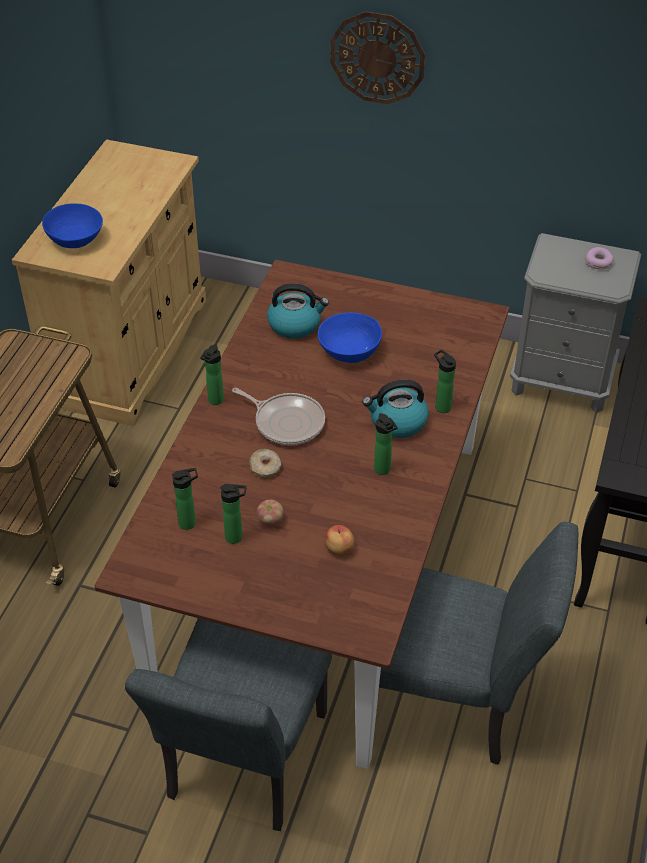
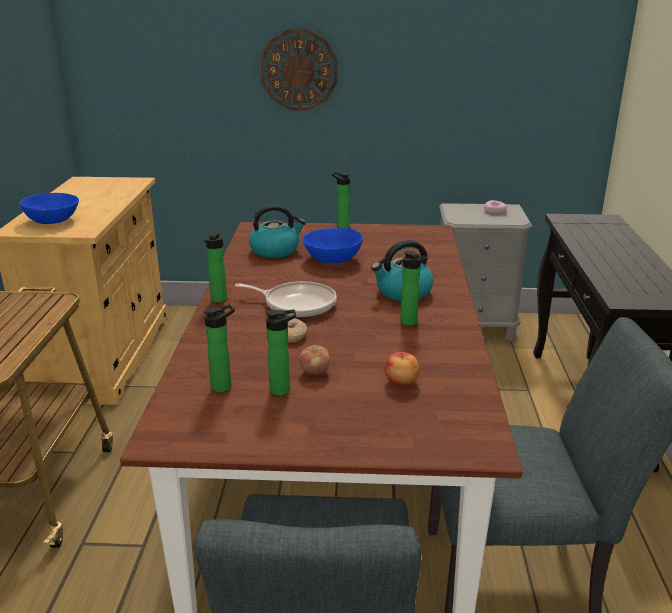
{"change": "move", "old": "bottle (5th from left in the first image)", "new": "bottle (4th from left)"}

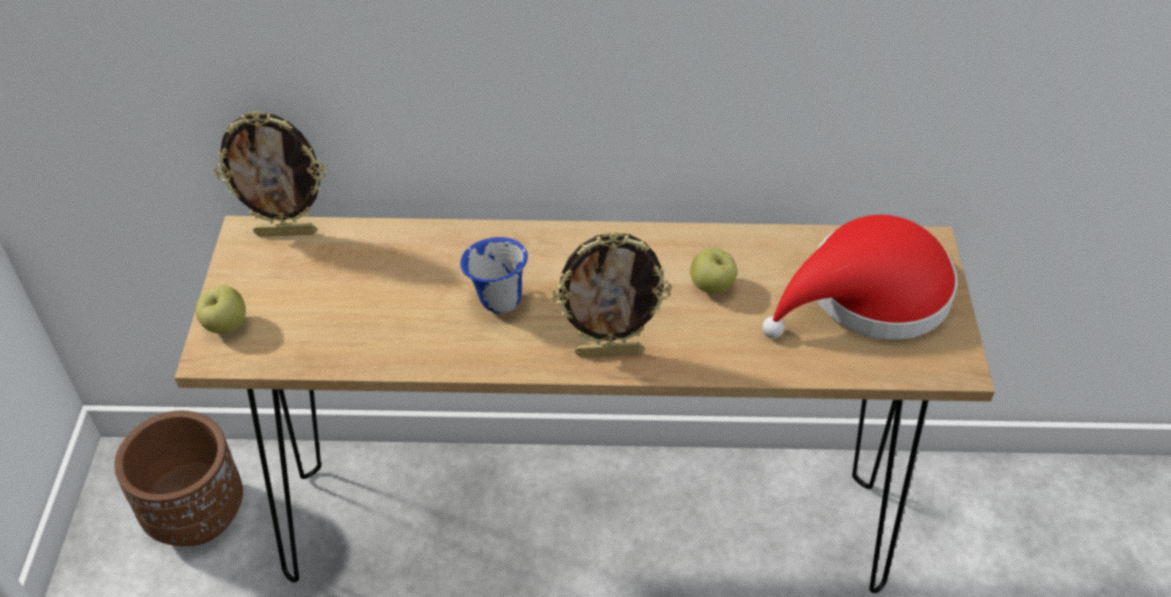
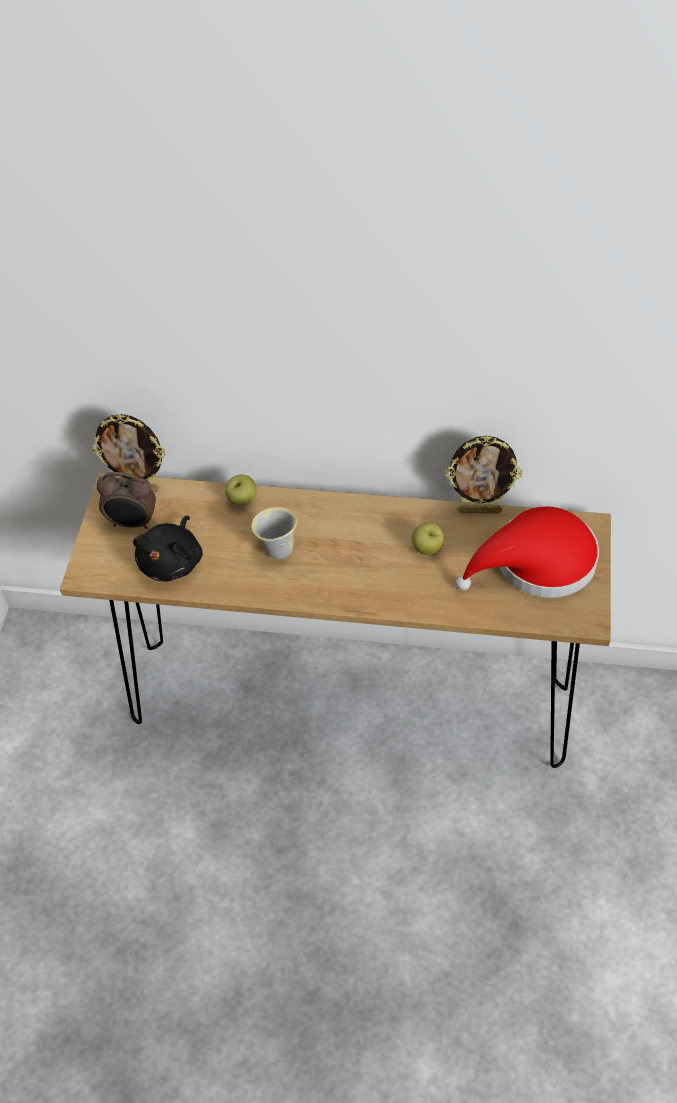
{"change": "move", "old": "picture frame (2nd from left)"}
{"change": "recolor", "old": "blue mug", "new": "beige mug"}
{"change": "move", "old": "apple (1st from left)"}
{"change": "delete", "old": "brown planter"}
{"change": "insert", "new": "alarm clock"}
{"change": "insert", "new": "black plush toy"}

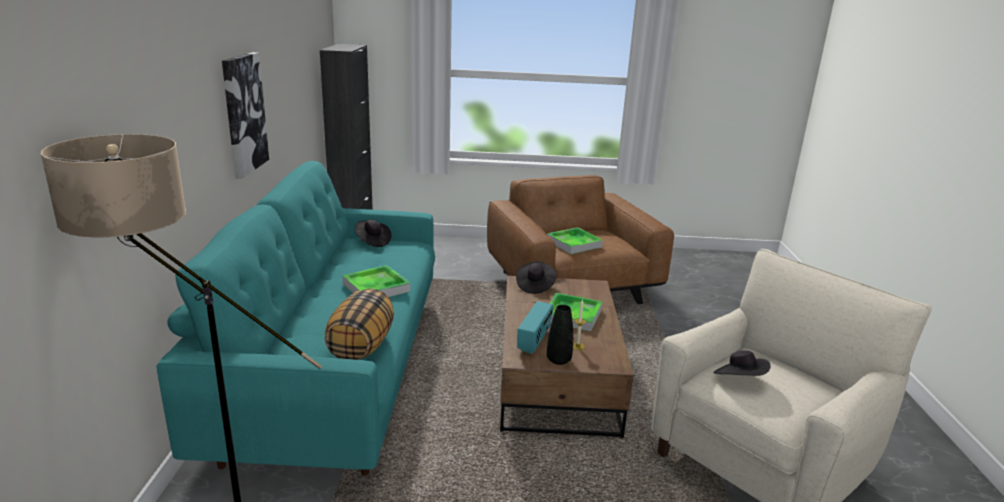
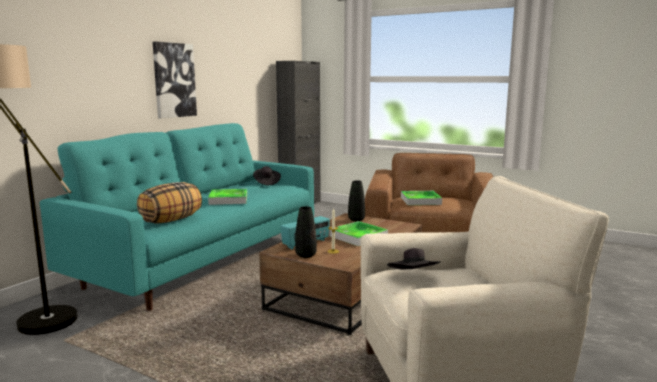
{"change": "replace", "old": "black hat (2nd from left)", "new": "black vase (2nd from left)"}

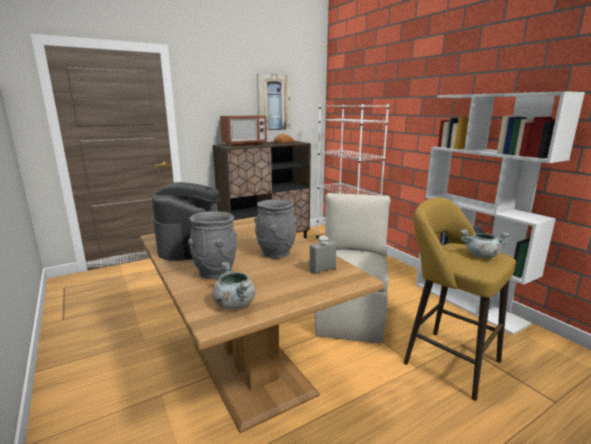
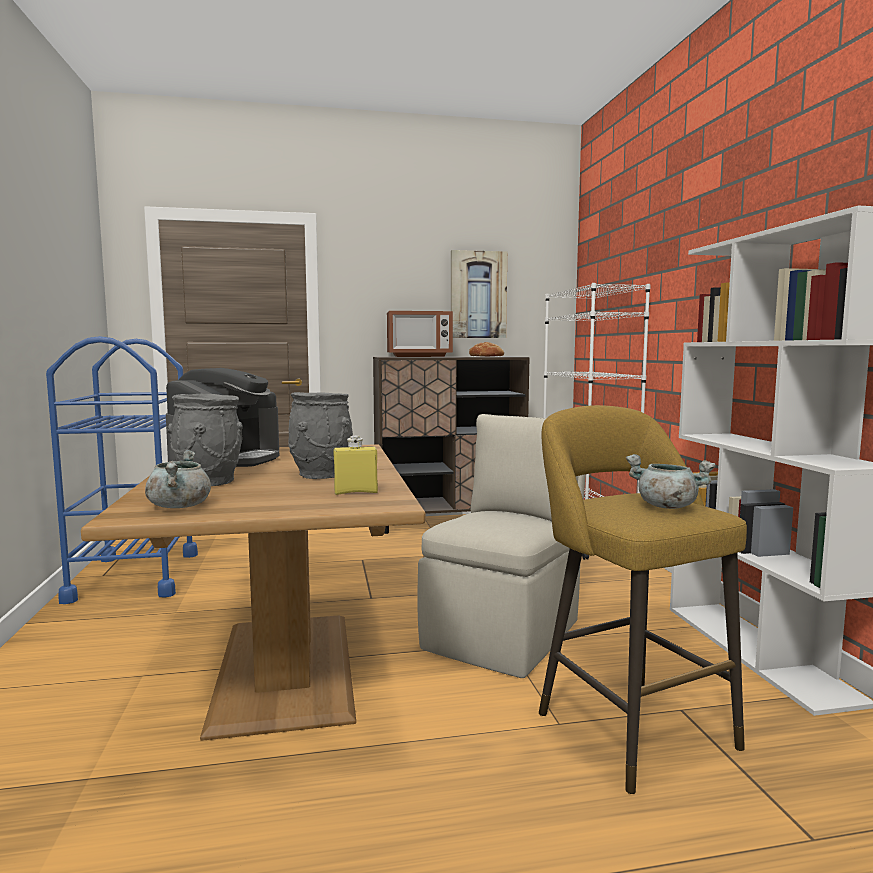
{"change": "recolor", "old": "grey bottle", "new": "yellow bottle"}
{"change": "insert", "new": "blue cart"}

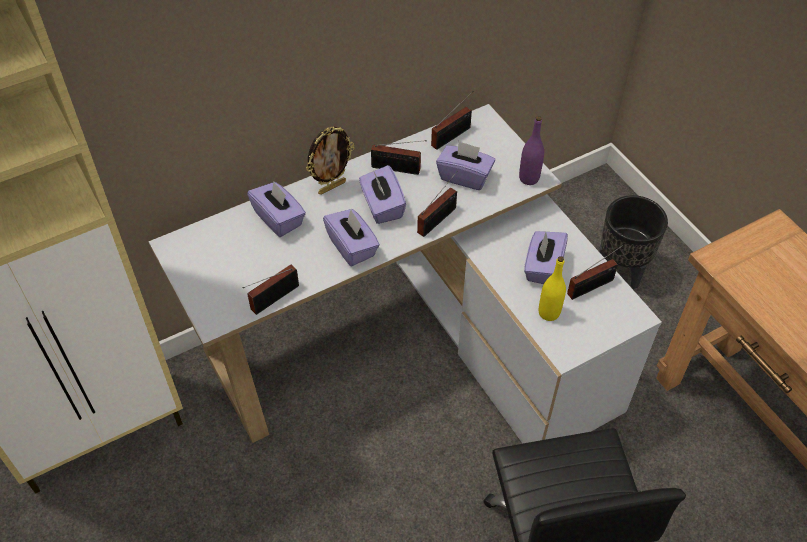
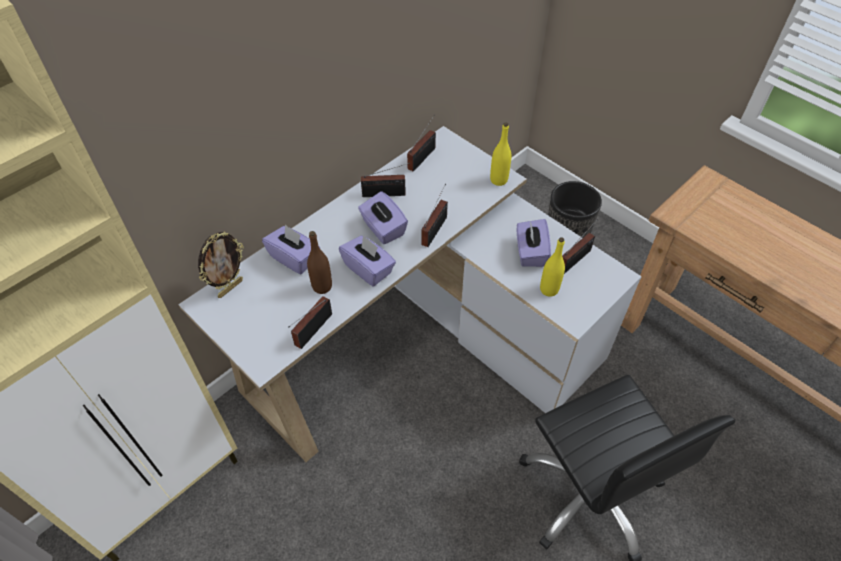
{"change": "recolor", "old": "purple bottle", "new": "yellow bottle (1st from left)"}
{"change": "move", "old": "picture frame"}
{"change": "delete", "old": "purple tissue box (4th from left)"}
{"change": "insert", "new": "brown bottle"}

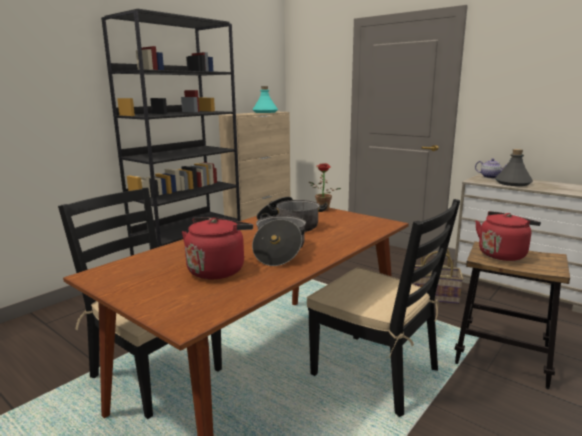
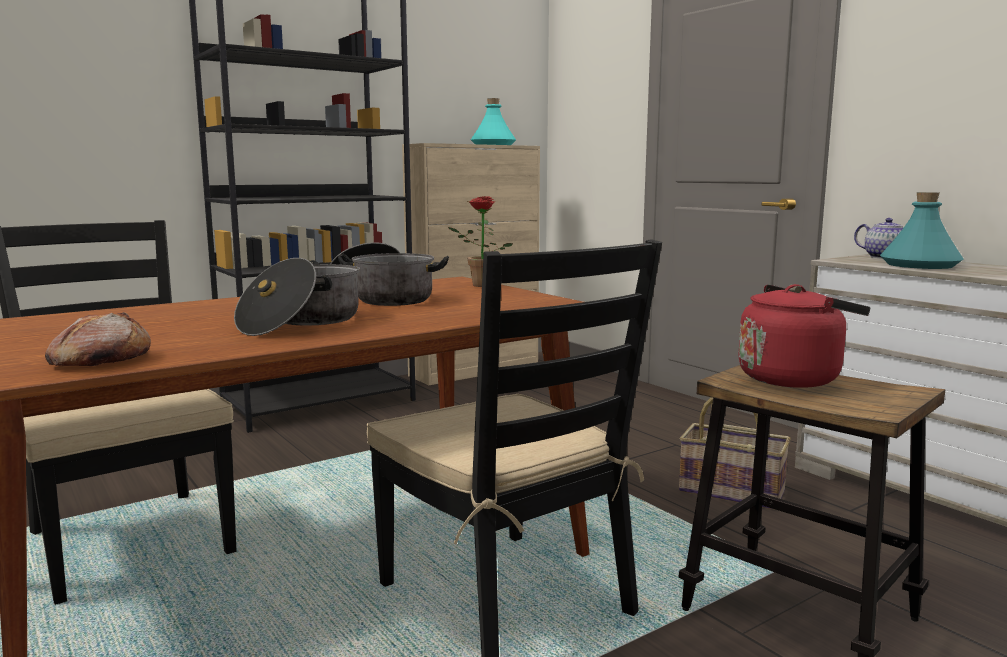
{"change": "recolor", "old": "grey bottle", "new": "turquoise bottle (2nd from left)"}
{"change": "delete", "old": "red kettle (1st from left)"}
{"change": "insert", "new": "bread"}

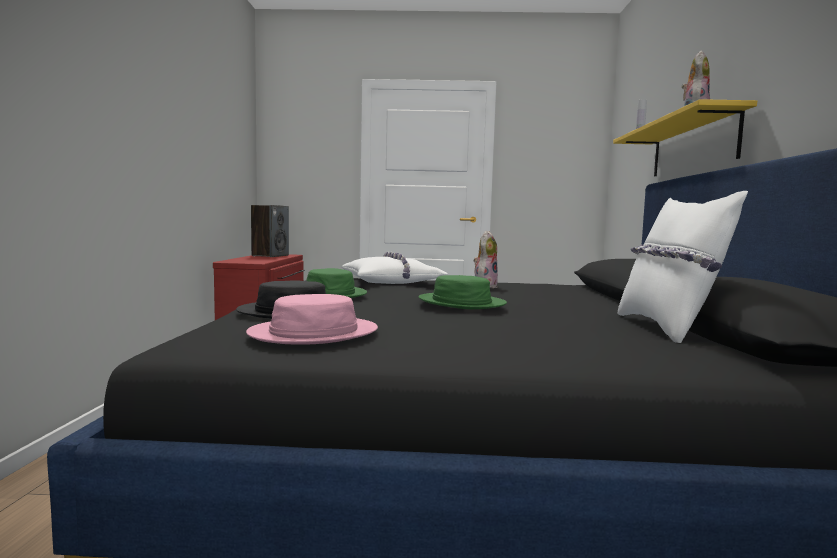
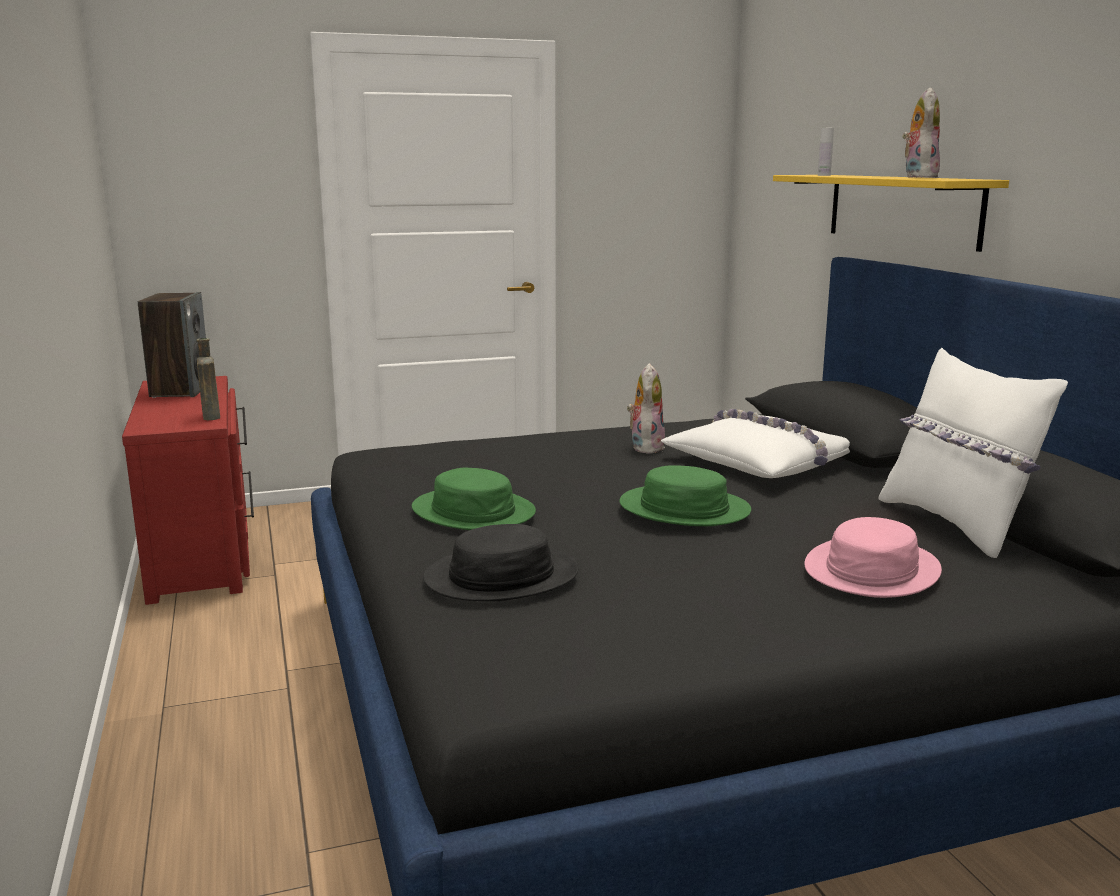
{"change": "move", "old": "white pillow (1st from left)"}
{"change": "move", "old": "pink hat"}
{"change": "insert", "new": "brown bottle"}

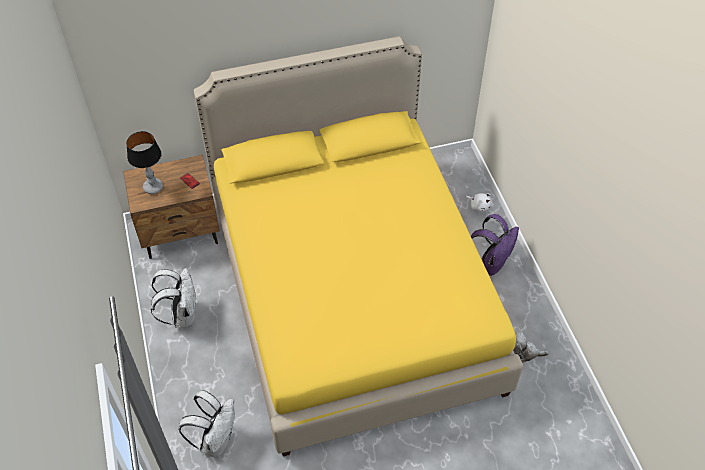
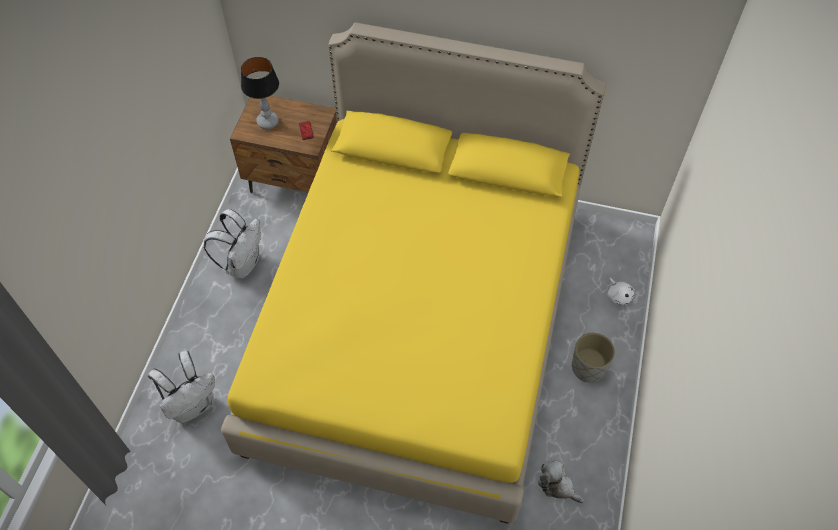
{"change": "replace", "old": "purple backpack", "new": "grey planter"}

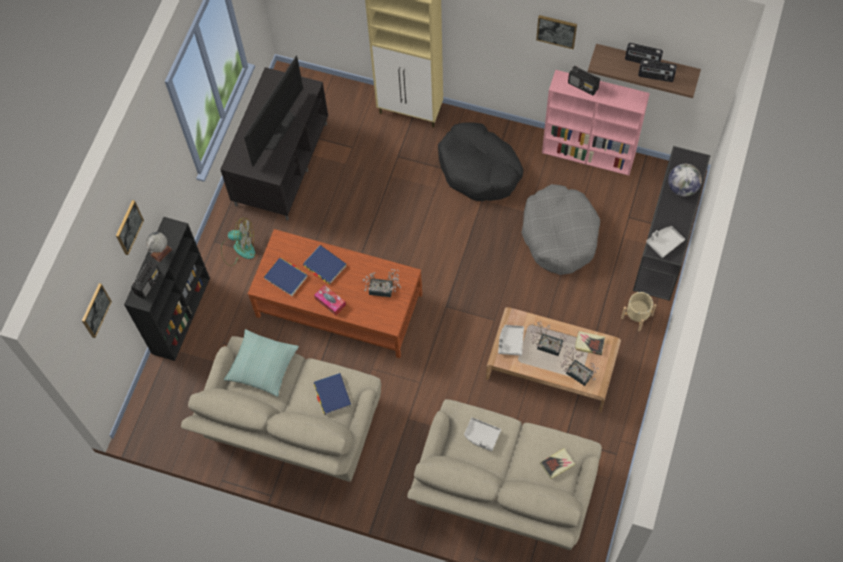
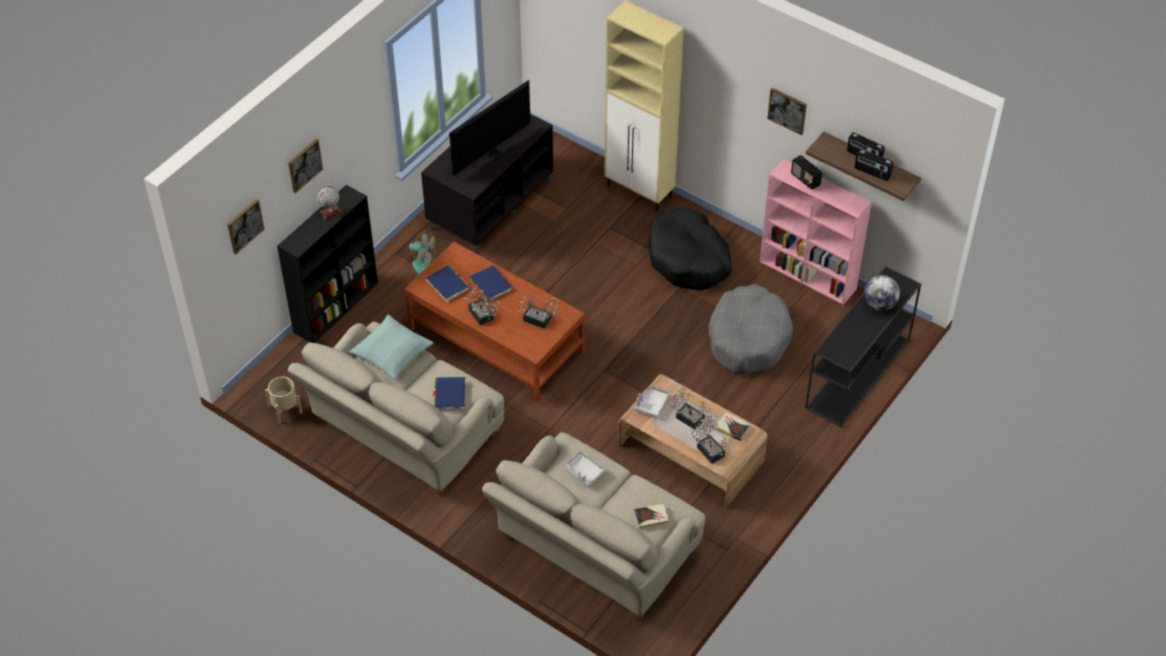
{"change": "delete", "old": "grey tray (3rd from left)"}
{"change": "delete", "old": "radio (1st from left)"}
{"change": "replace", "old": "tissue box", "new": "potted plant (1st from left)"}
{"change": "move", "old": "beige planter"}

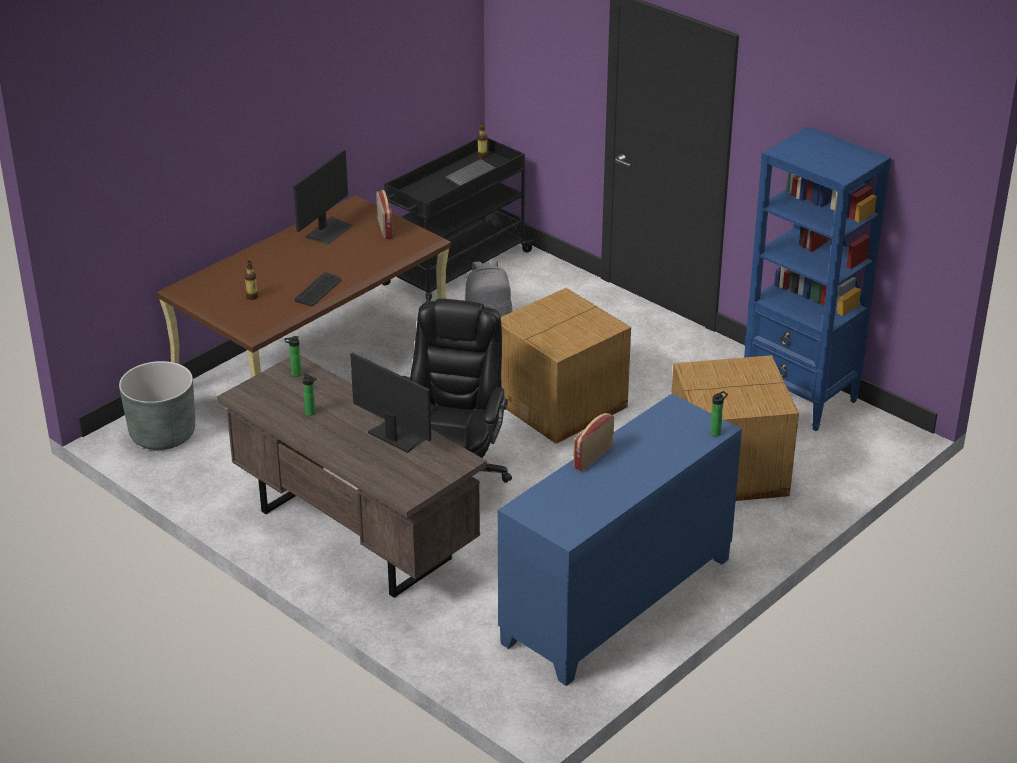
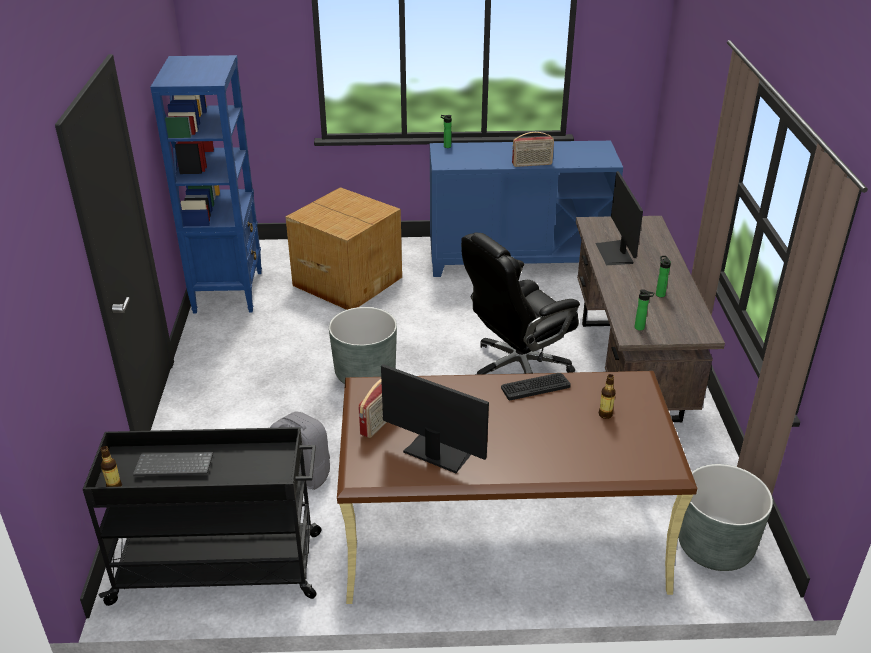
{"change": "rotate", "old": "monitor (1st from left)", "degrees": 45}
{"change": "replace", "old": "cardboard box (1st from left)", "new": "grey planter (1st from left)"}

